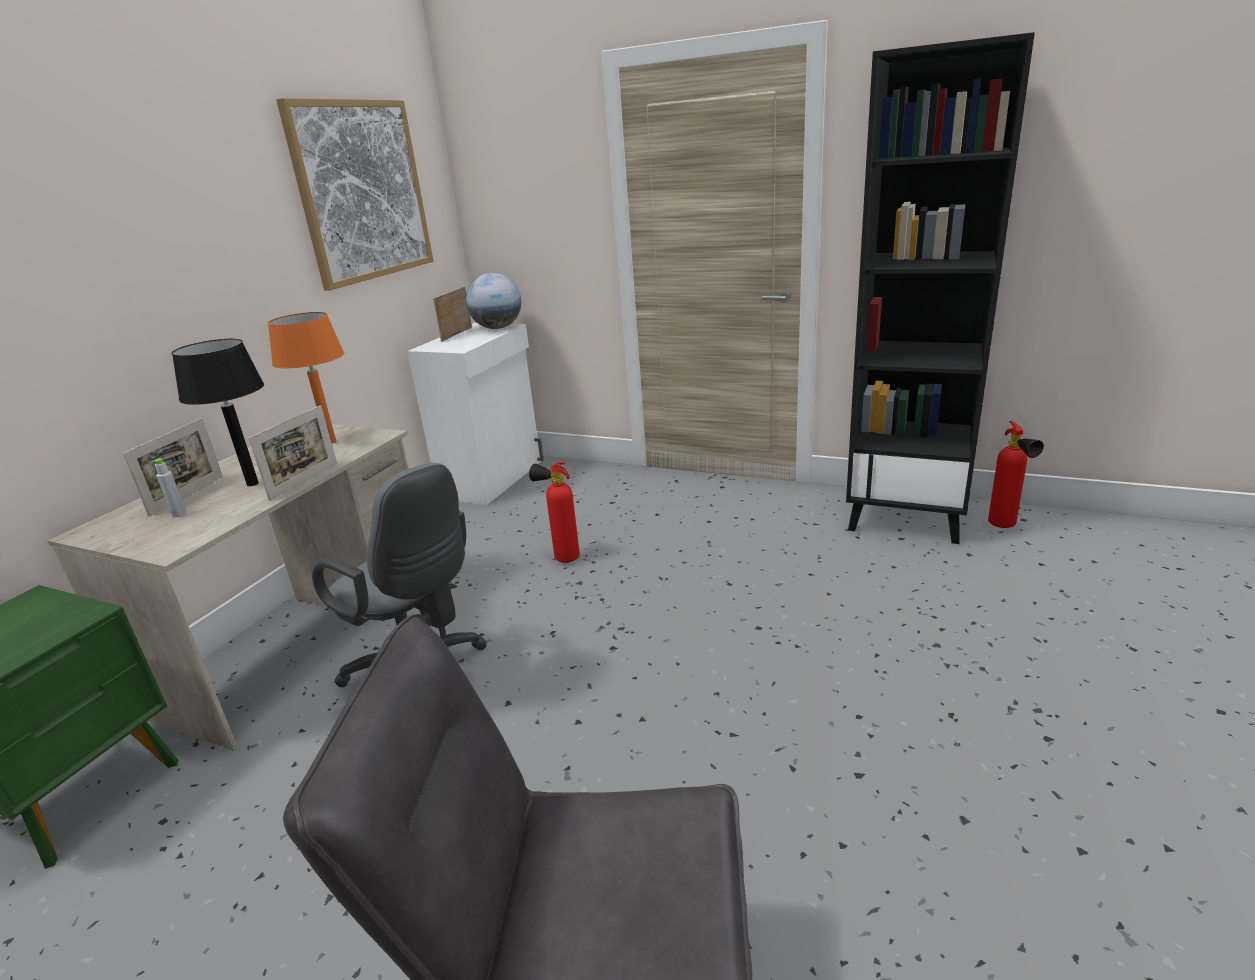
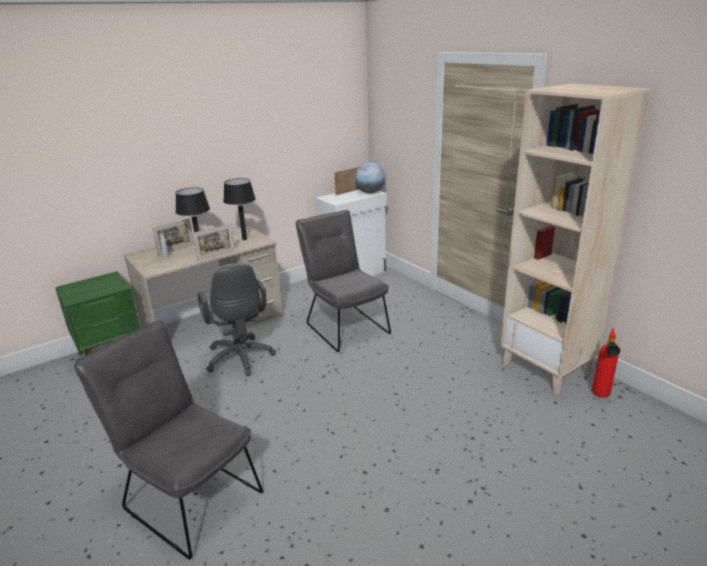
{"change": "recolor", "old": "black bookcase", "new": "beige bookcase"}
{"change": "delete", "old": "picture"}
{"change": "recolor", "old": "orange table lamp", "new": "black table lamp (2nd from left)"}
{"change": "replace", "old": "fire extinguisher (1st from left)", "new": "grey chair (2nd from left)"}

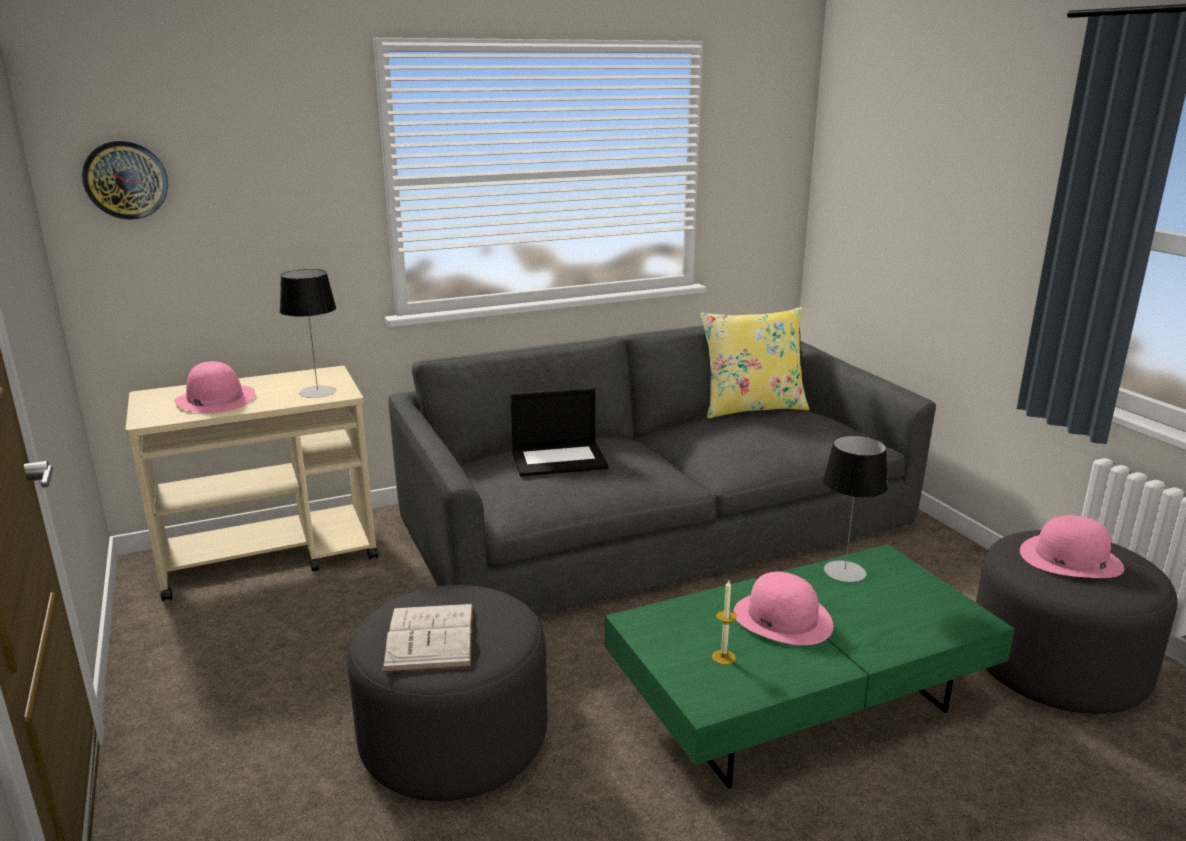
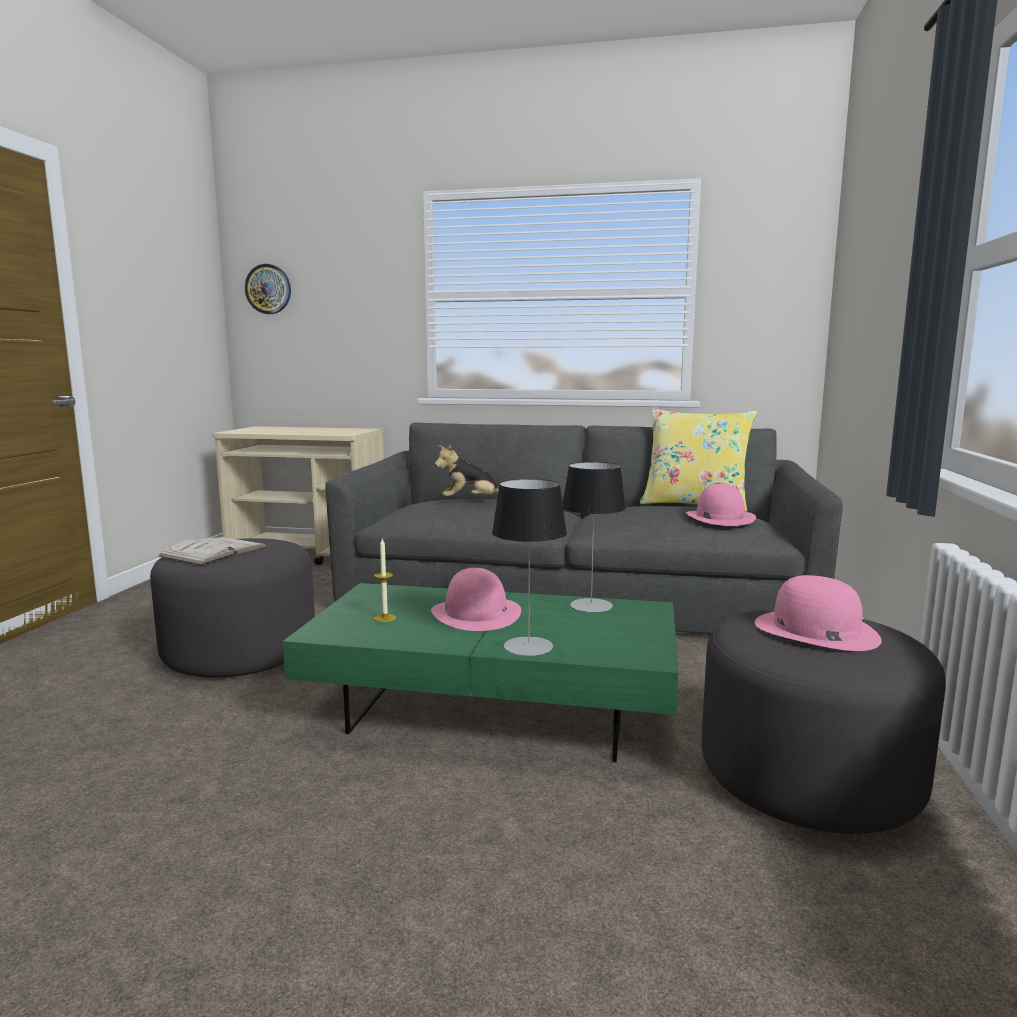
{"change": "move", "old": "table lamp (1st from left)"}
{"change": "move", "old": "pink hat (1st from left in the first image)", "new": "pink hat (2nd from left)"}
{"change": "replace", "old": "laptop", "new": "plush toy"}

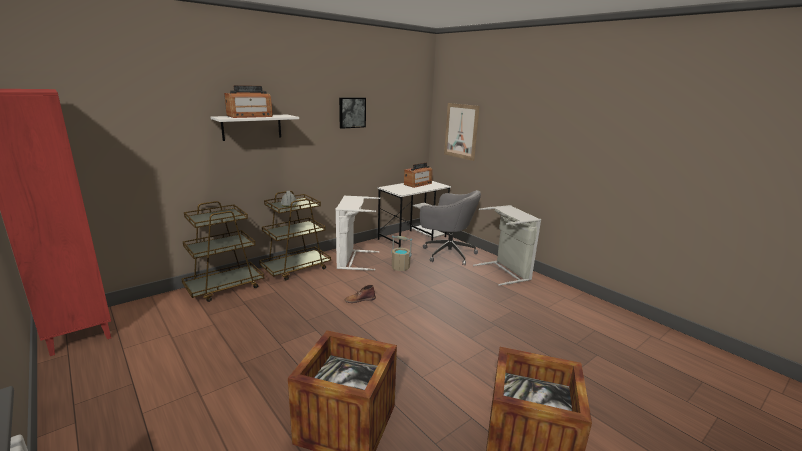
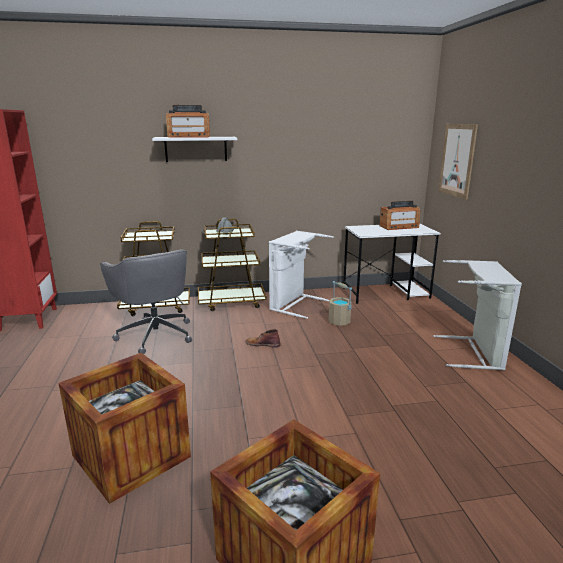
{"change": "delete", "old": "picture (1st from left)"}
{"change": "move", "old": "grey office chair"}

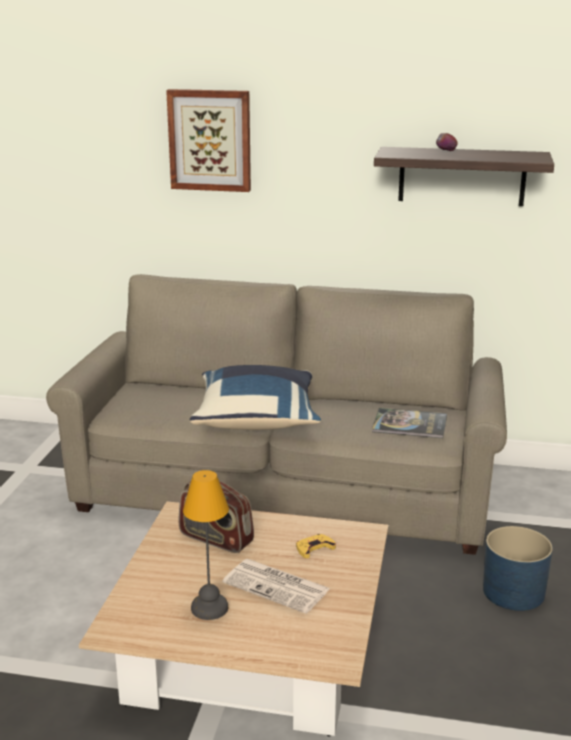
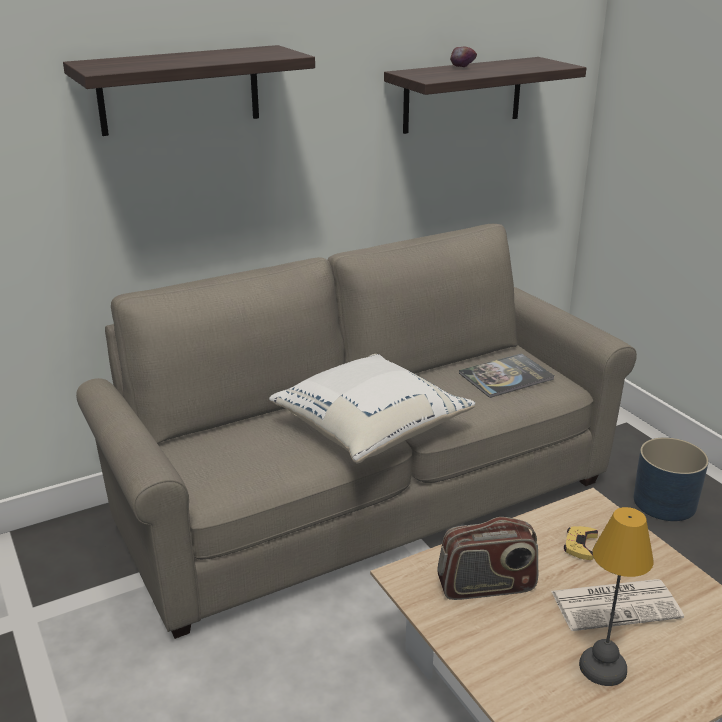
{"change": "replace", "old": "picture", "new": "shelf (1st from left)"}
{"change": "recolor", "old": "blue pillow", "new": "white pillow"}

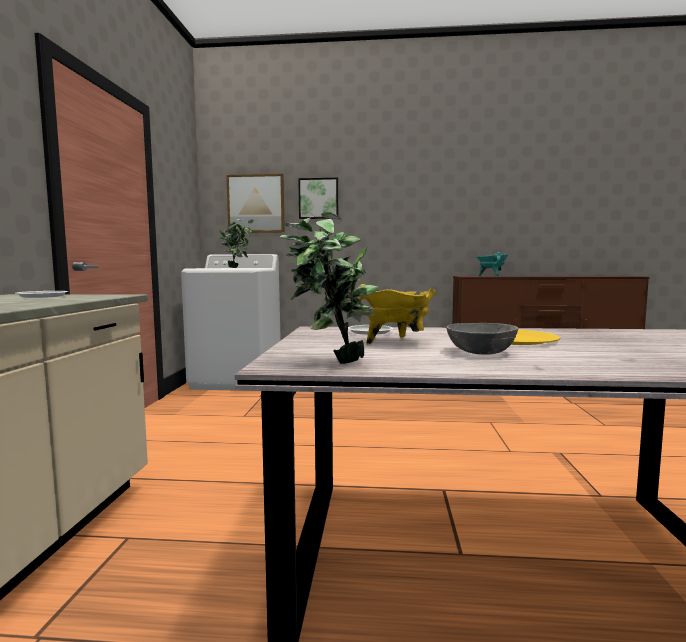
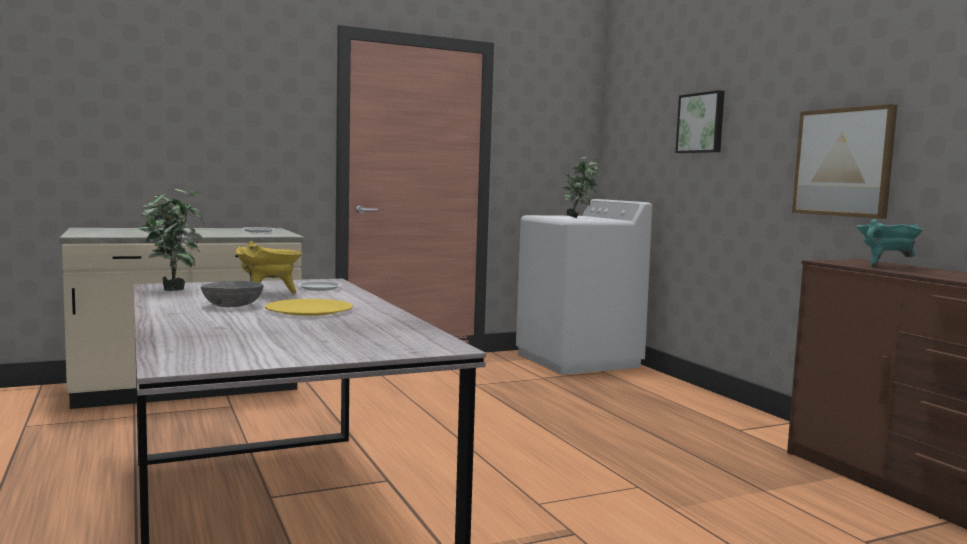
{"change": "move", "old": "picture (1st from left in the first image)", "new": "picture (2nd from left)"}

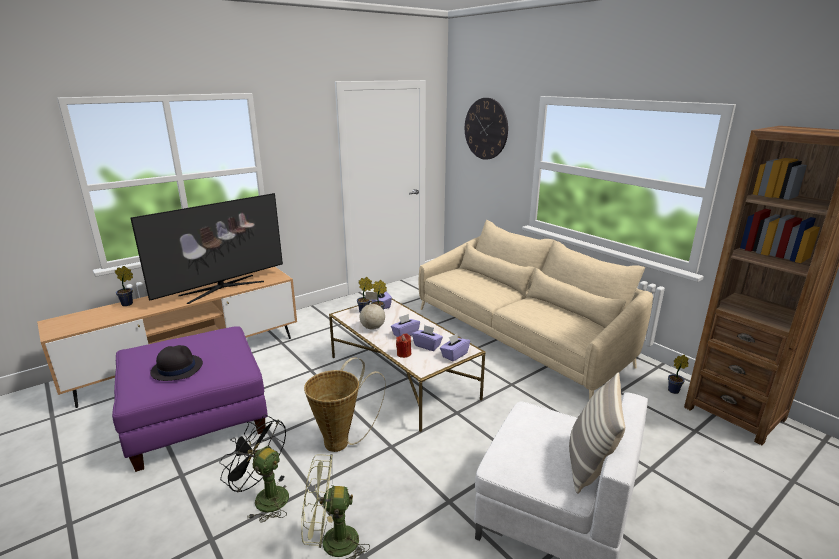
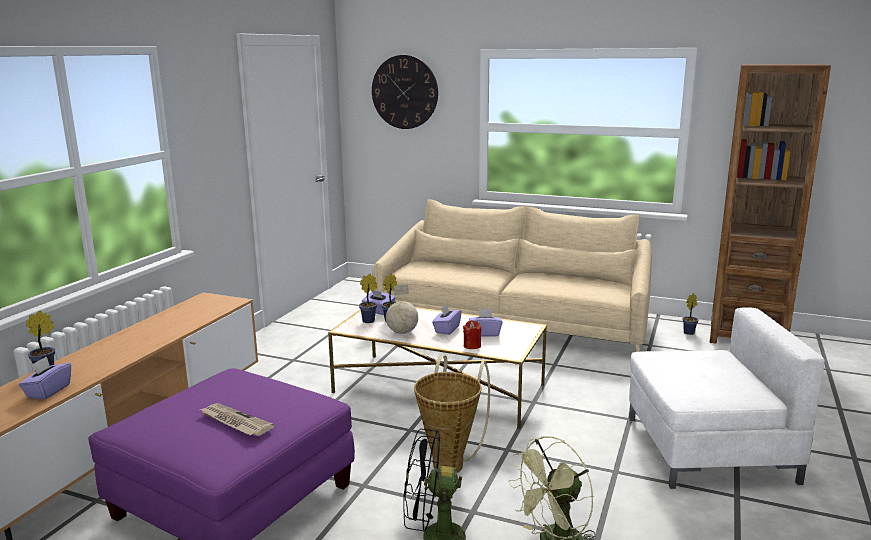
{"change": "delete", "old": "television"}
{"change": "move", "old": "purple tissue box (4th from left in the first image)", "new": "purple tissue box (1st from left)"}
{"change": "replace", "old": "black hat", "new": "newspaper"}
{"change": "delete", "old": "pillow"}

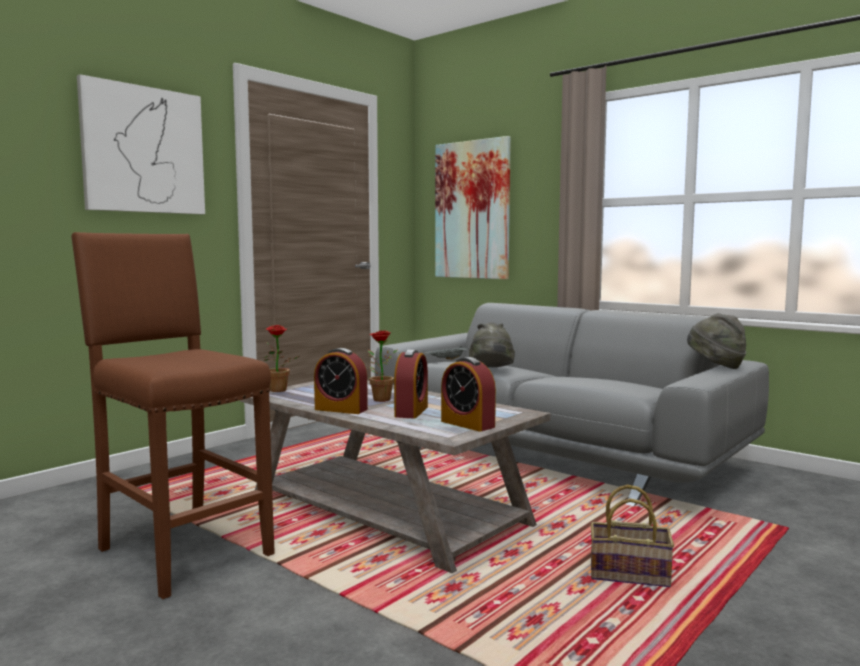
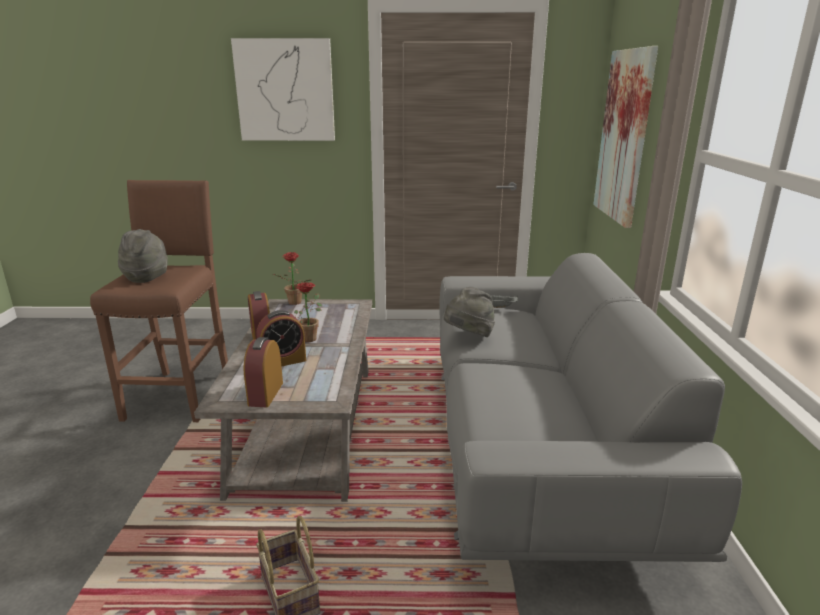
{"change": "move", "old": "grey hat (2nd from left in the first image)", "new": "grey hat (1st from left)"}

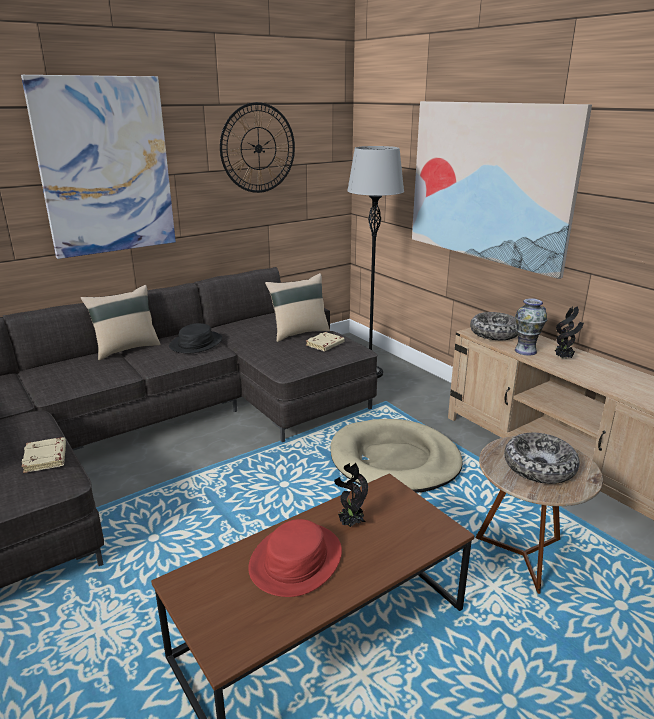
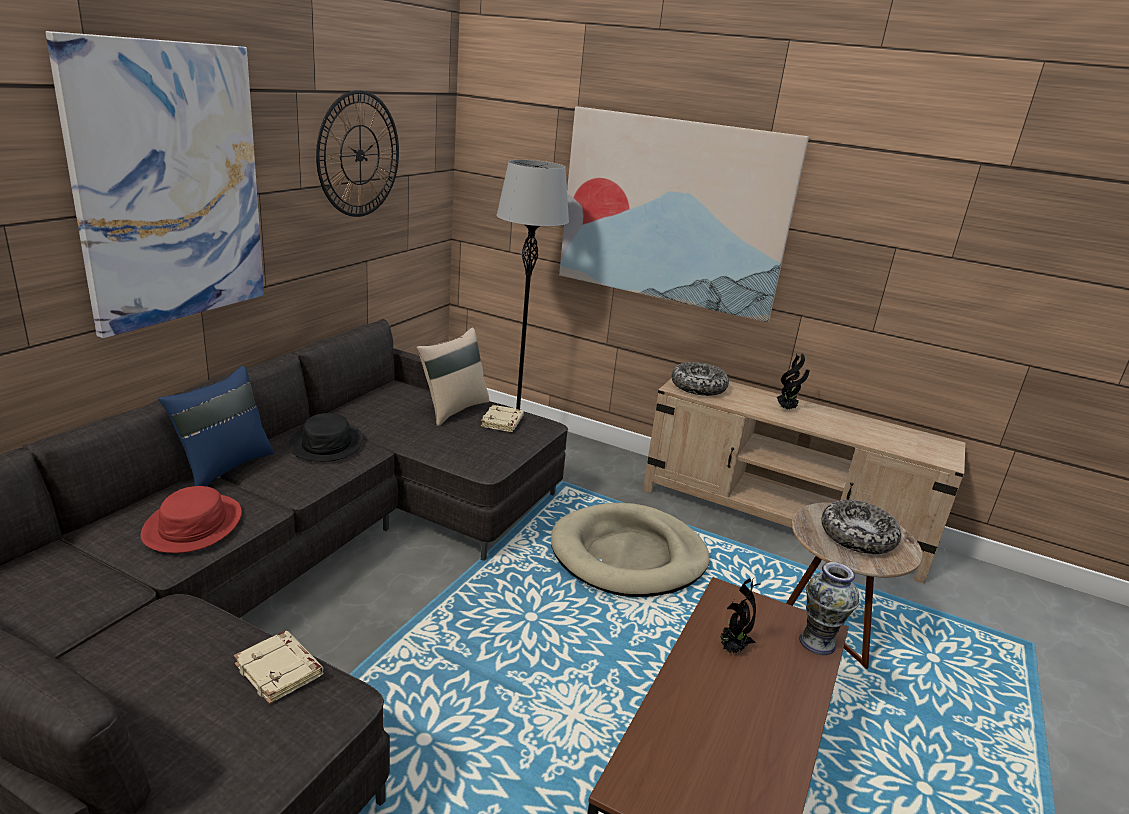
{"change": "recolor", "old": "beige pillow (1st from left)", "new": "blue pillow"}
{"change": "move", "old": "vase"}
{"change": "move", "old": "red hat"}

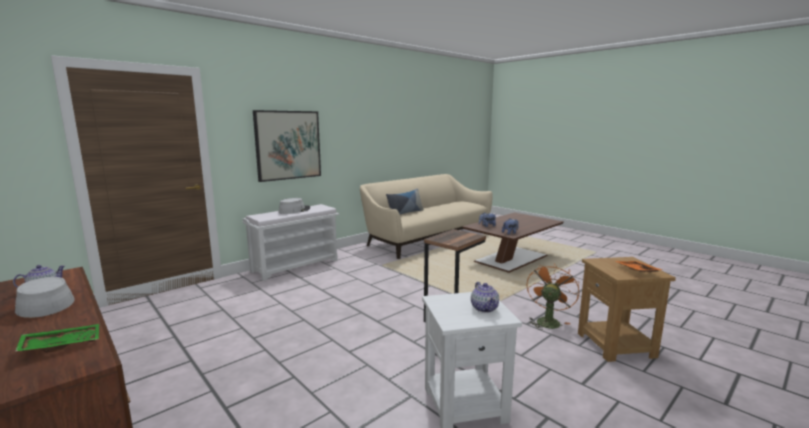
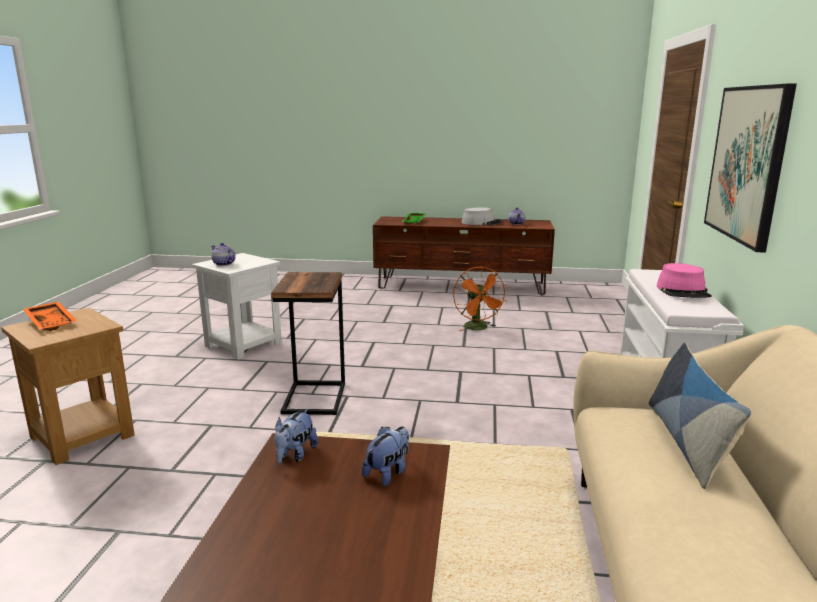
{"change": "recolor", "old": "grey hat (2nd from left)", "new": "pink hat"}
{"change": "move", "old": "orange fan"}

